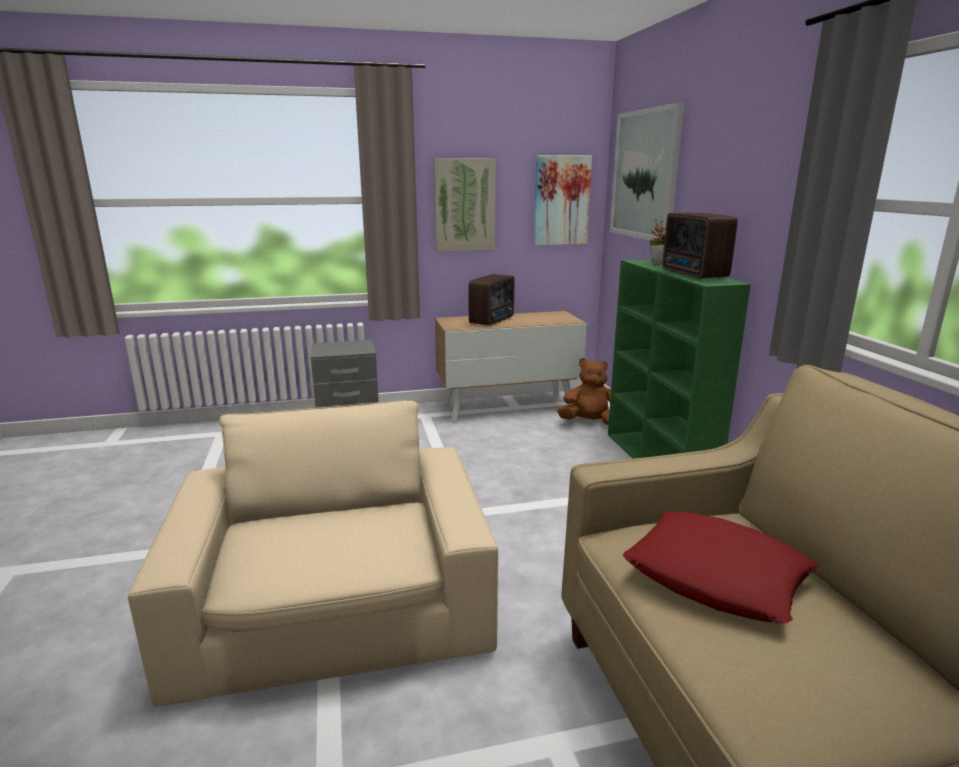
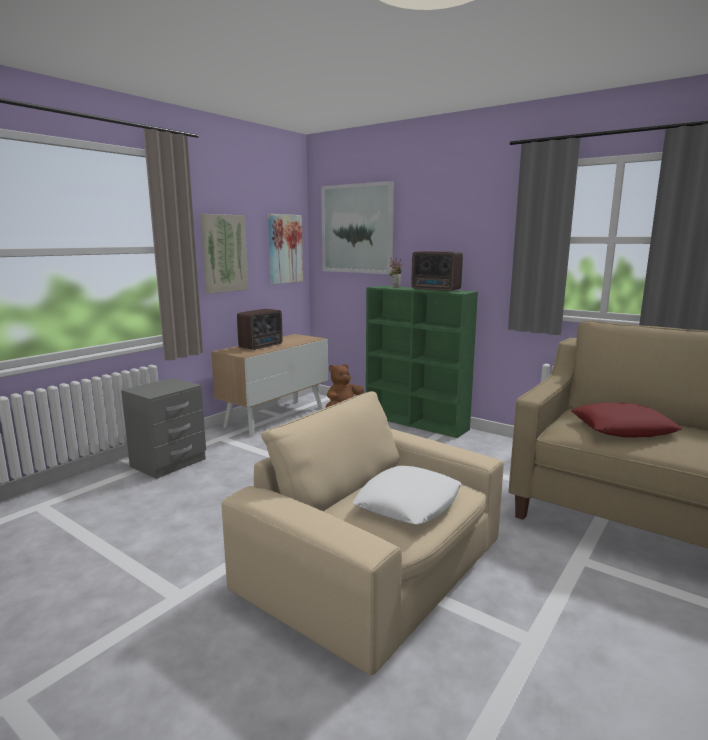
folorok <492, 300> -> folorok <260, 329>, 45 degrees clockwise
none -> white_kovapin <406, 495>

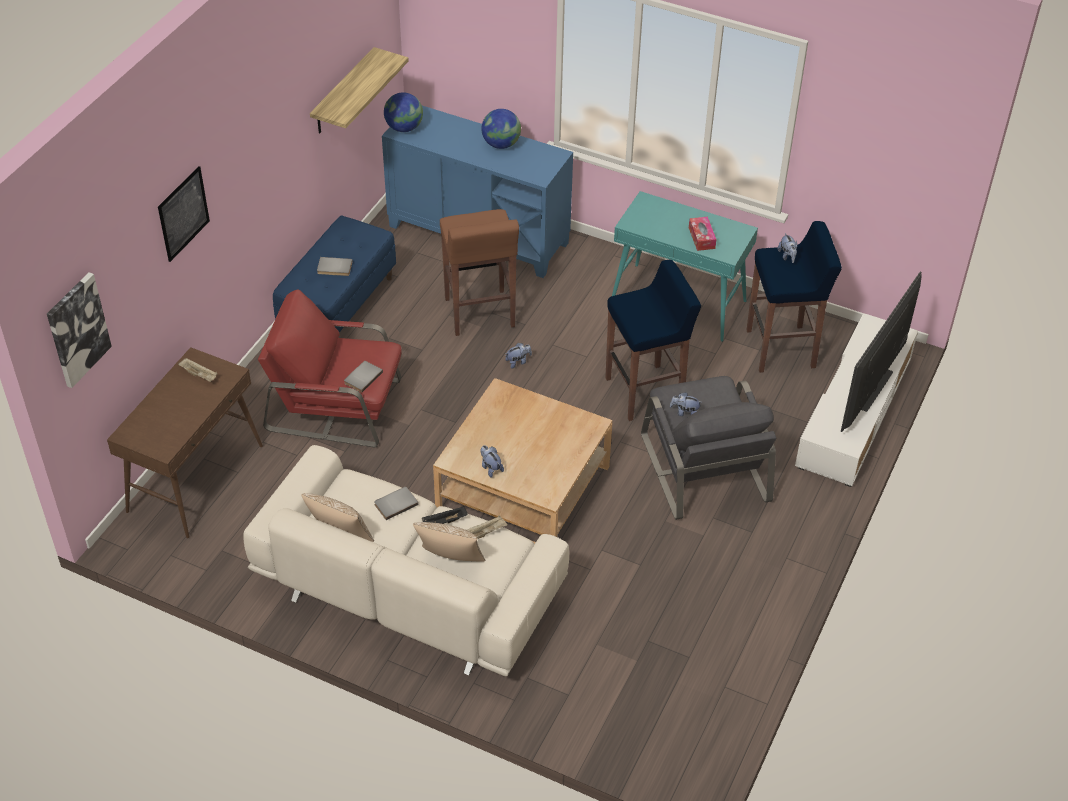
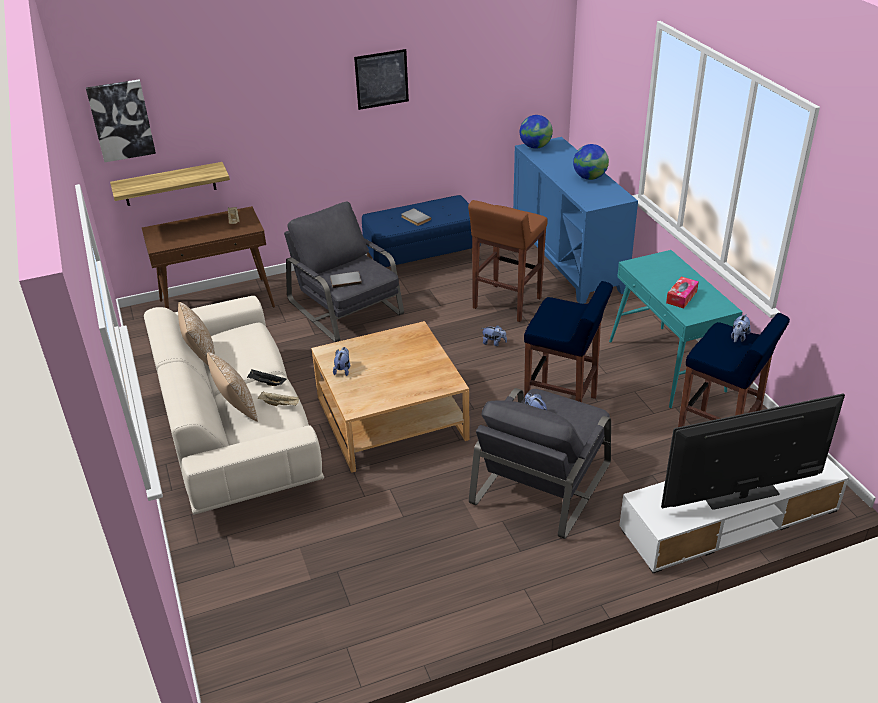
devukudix <184, 214> -> devukudix <381, 79>, relocated
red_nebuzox <330, 368> -> grey_nebuzox <344, 272>
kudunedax <359, 90> -> kudunedax <170, 184>, relocated
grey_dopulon <396, 503> -> none

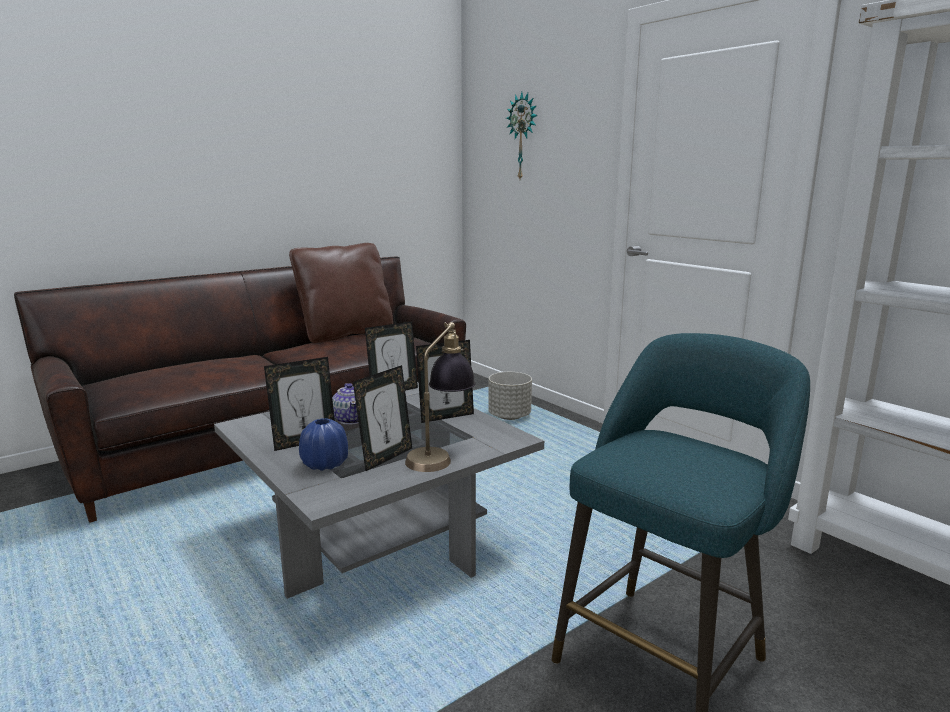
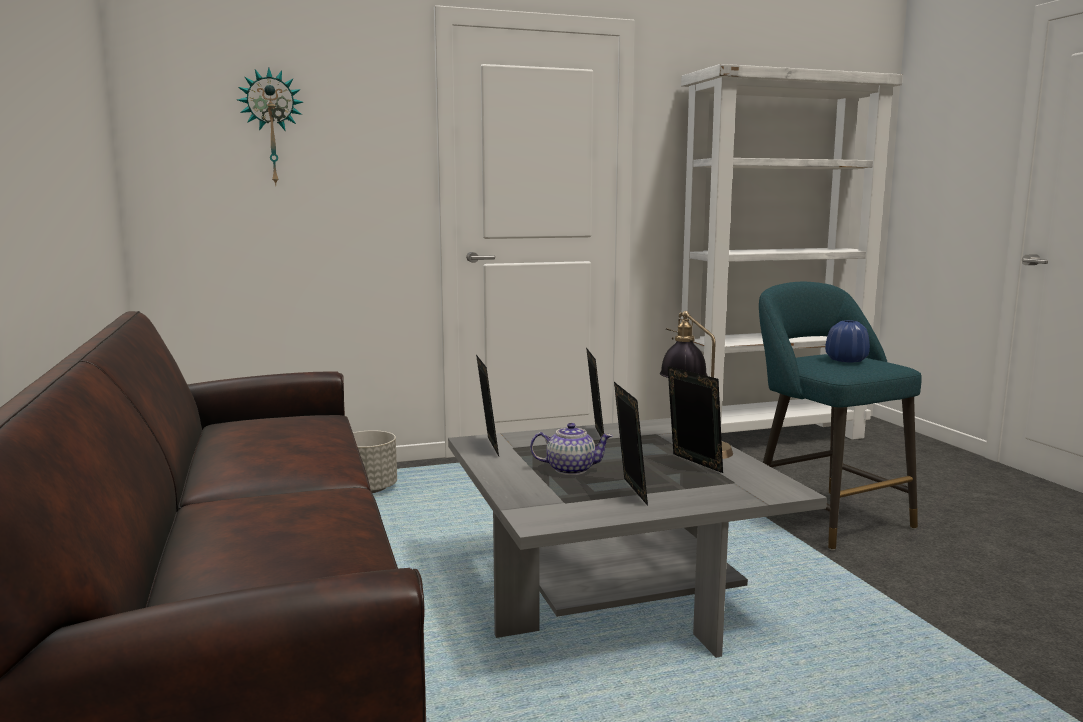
brown_kovapin <341, 293> -> none
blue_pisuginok <323, 444> -> blue_pisuginok <847, 341>, relocated

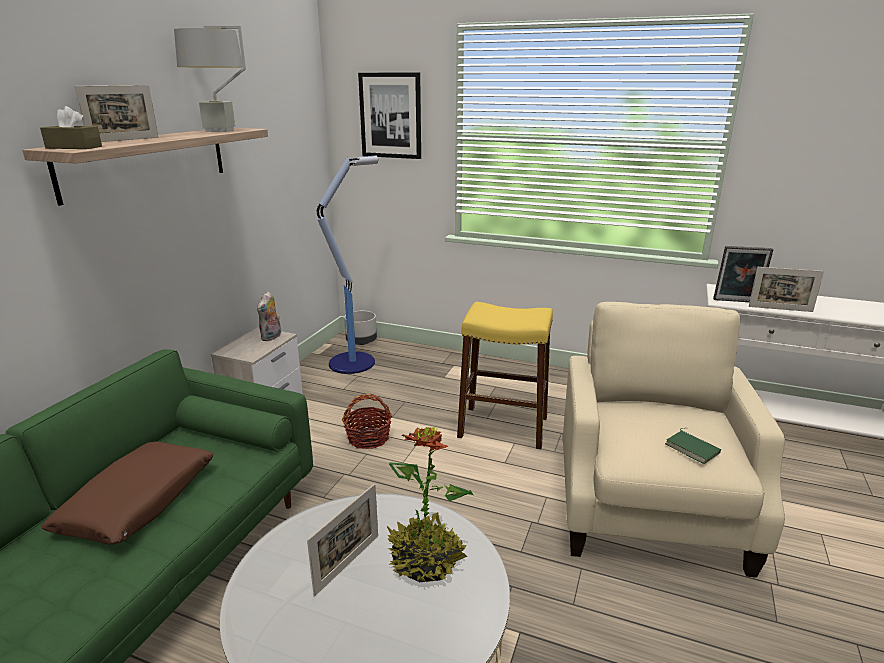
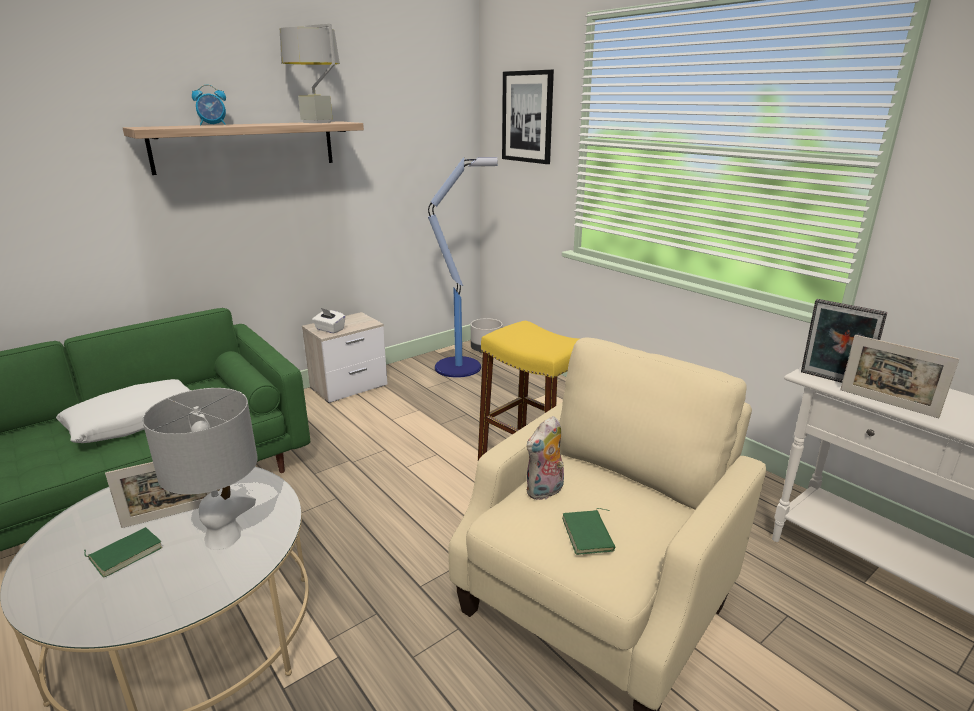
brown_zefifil <71, 127> -> none
brown_kovapin <128, 493> -> white_kovapin <123, 411>
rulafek <116, 113> -> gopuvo <209, 104>
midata <269, 316> -> midata <545, 458>, relocated
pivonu <367, 421> -> none
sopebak <430, 504> -> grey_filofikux <200, 468>
none -> green_dopulon <123, 552>
none -> white_zefifil <329, 321>

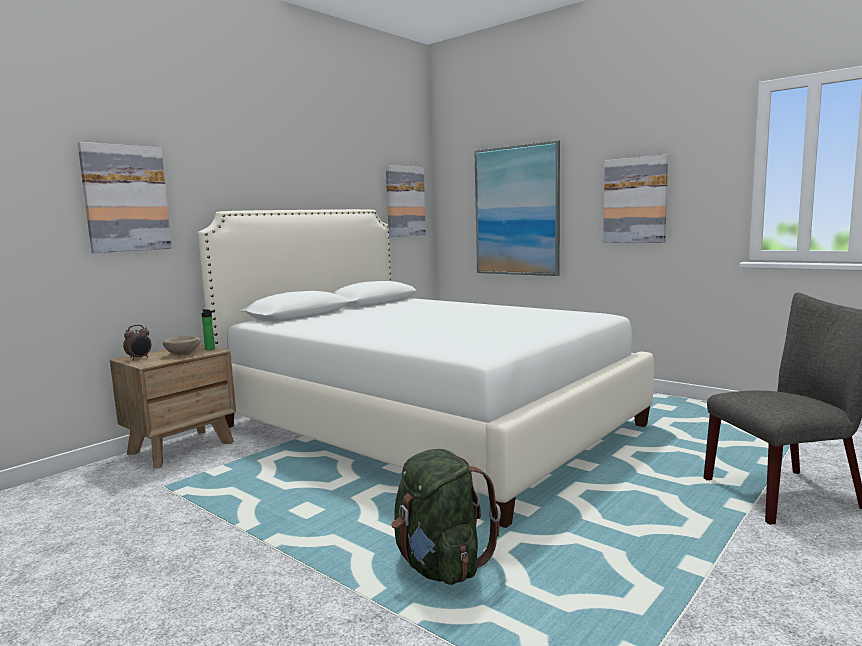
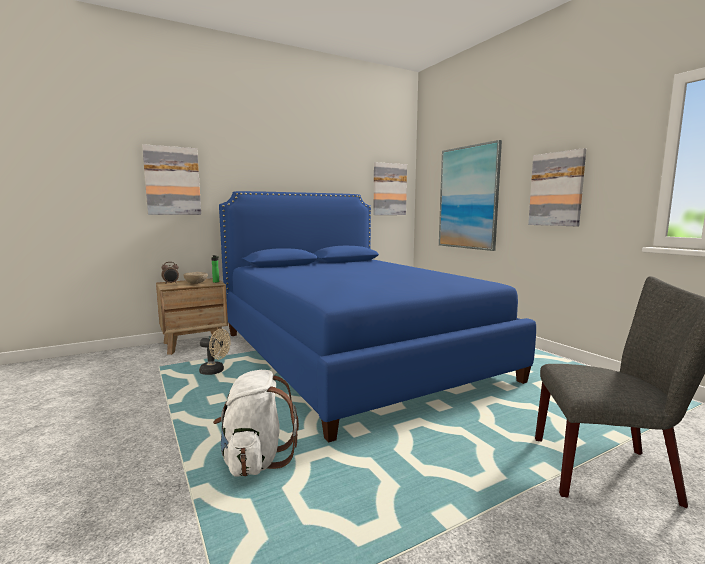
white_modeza <425, 368> -> blue_modeza <377, 317>
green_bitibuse <446, 517> -> white_bitibuse <256, 423>
none -> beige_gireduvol <215, 352>

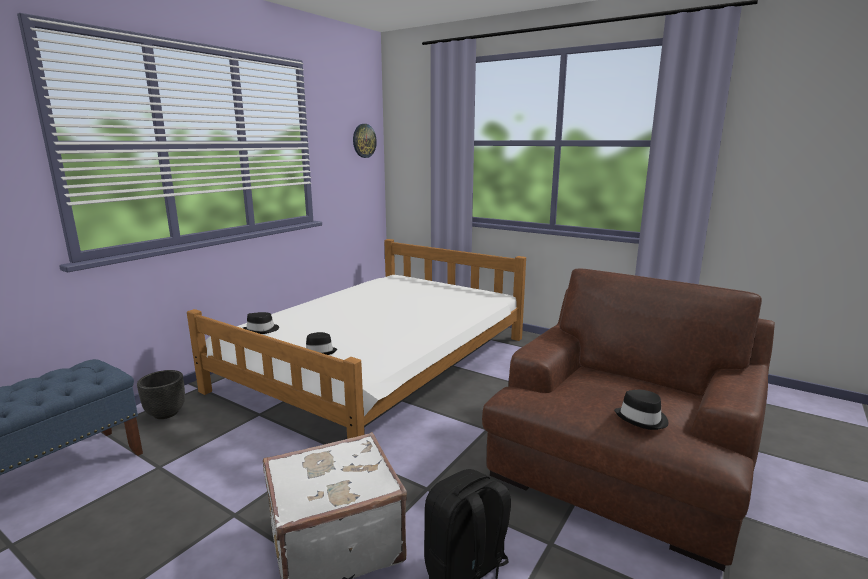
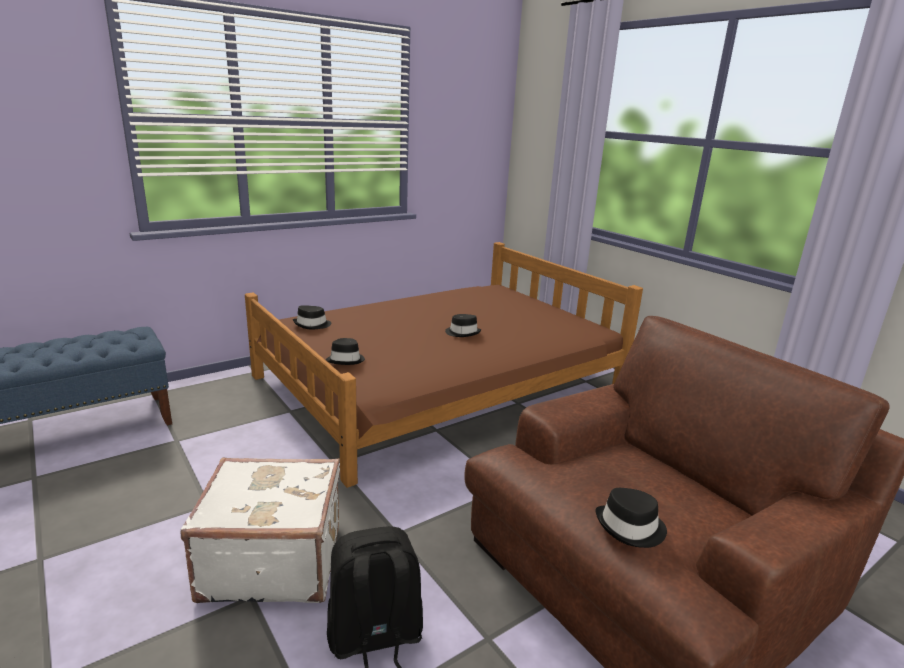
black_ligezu <161, 394> -> none
white_modeza <356, 339> -> brown_modeza <444, 365>
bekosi <365, 141> -> none
none -> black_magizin <463, 325>

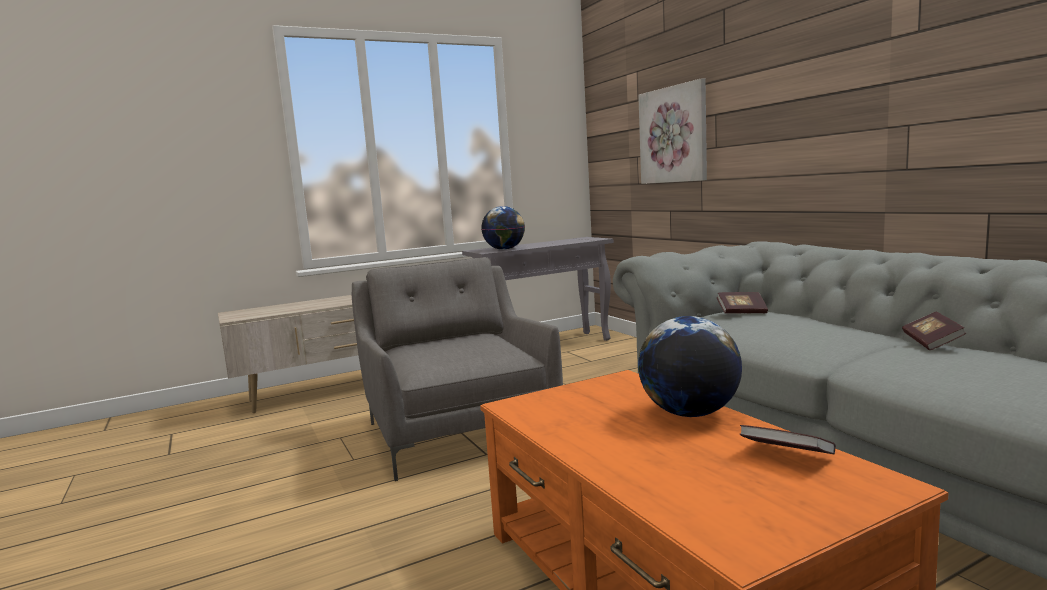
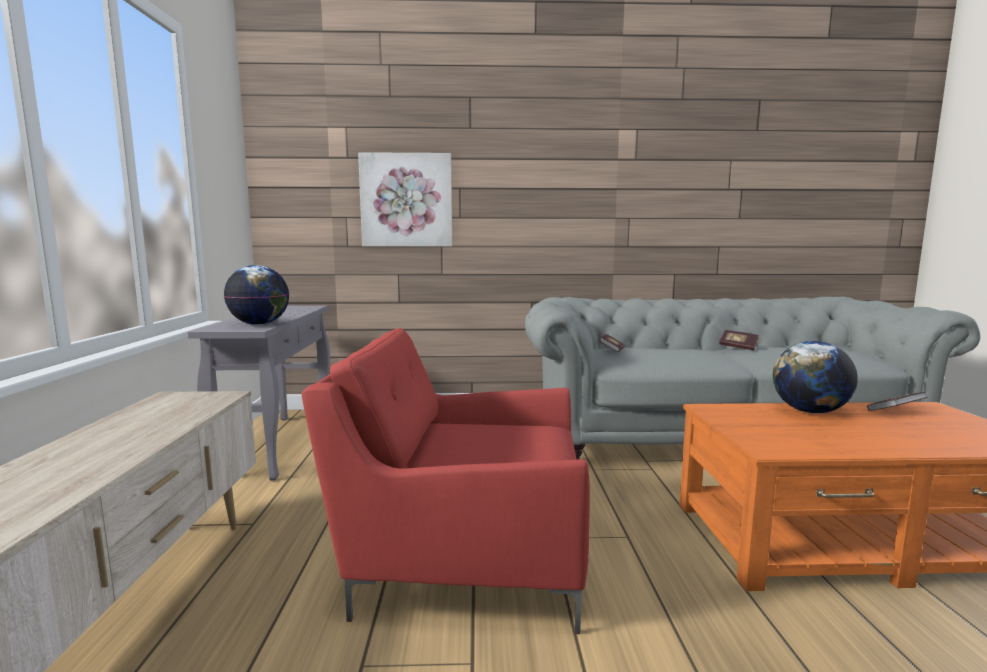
grey_nebuzox <457, 369> -> red_nebuzox <446, 481>

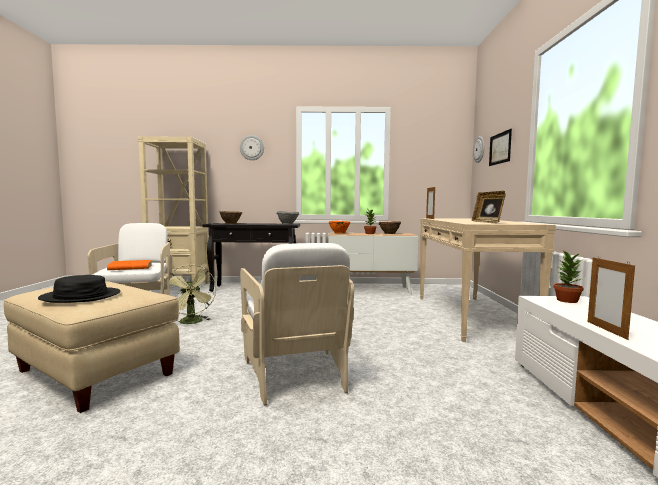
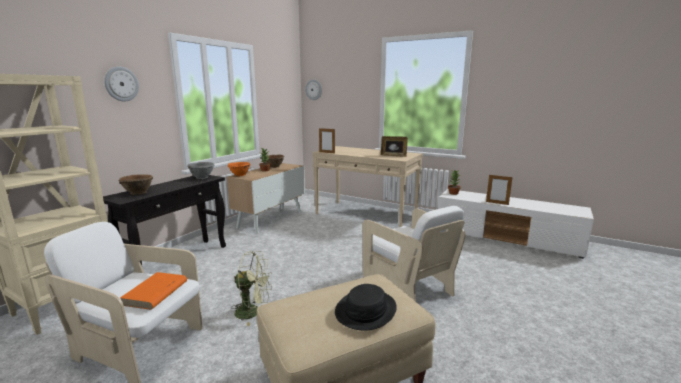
white_nebuzox <297, 324> -> white_nebuzox <414, 253>, 45 degrees clockwise
devukudix <500, 147> -> none

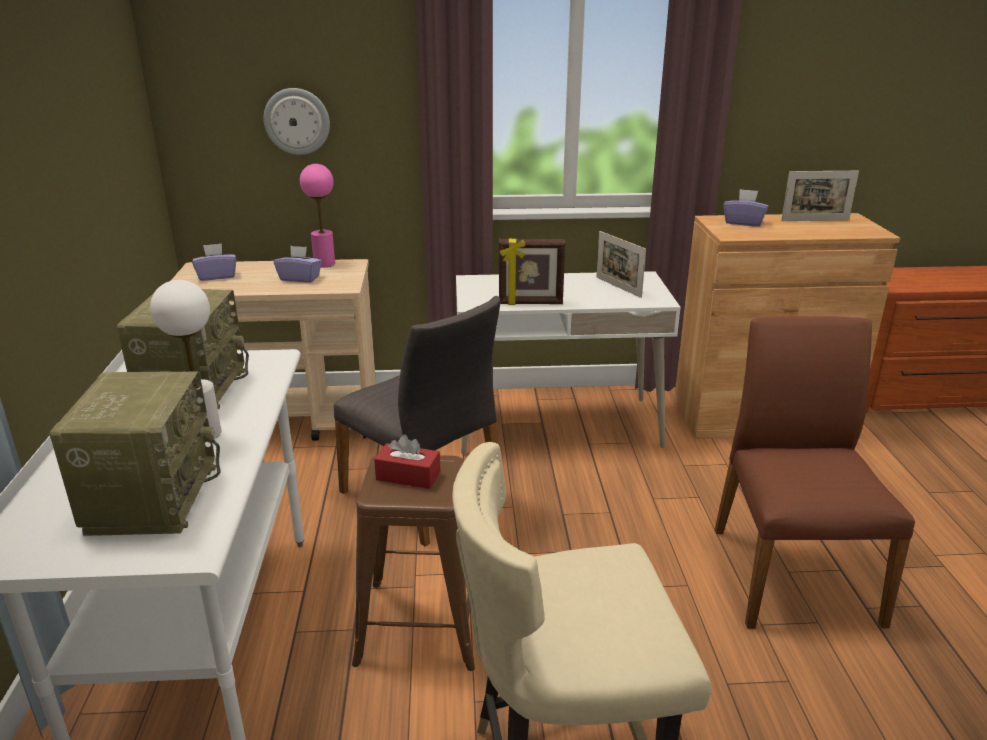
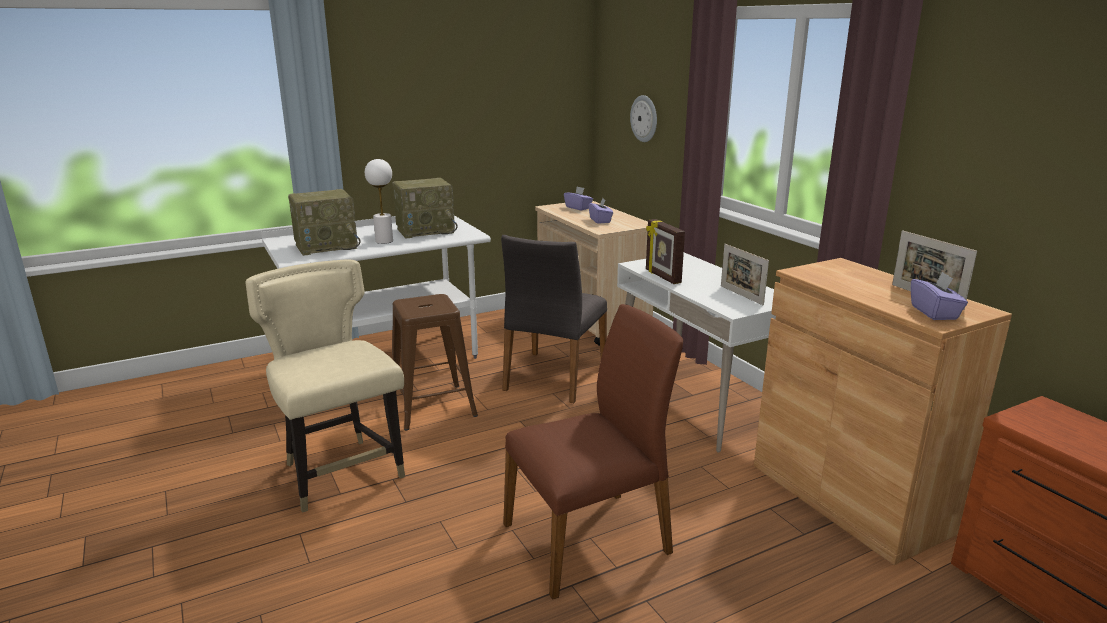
pink_filofikux <317, 216> -> none
red_zefifil <407, 462> -> none
rulafek <621, 264> -> rulafek <745, 274>, 60 degrees counterclockwise
purple_zefifil <745, 208> -> purple_zefifil <939, 295>, relocated

